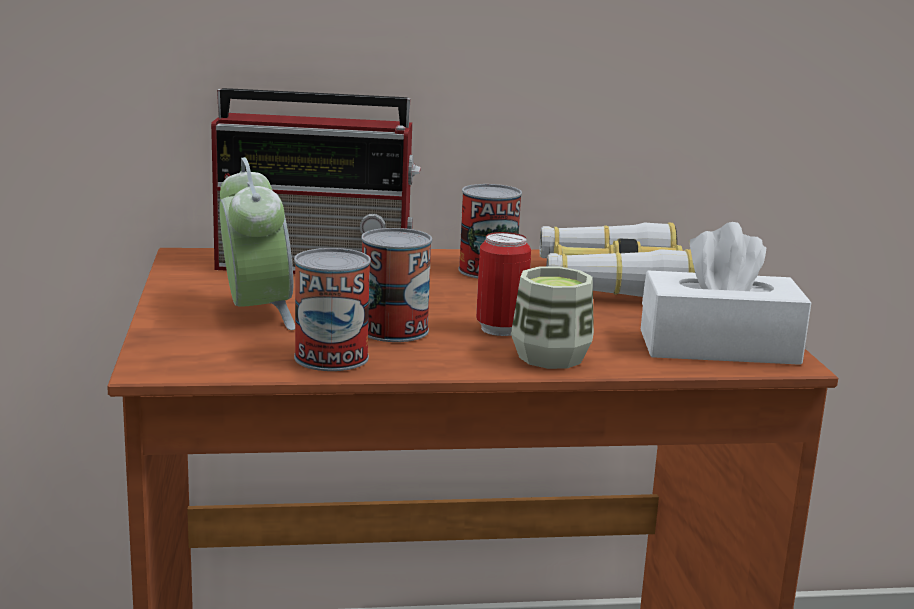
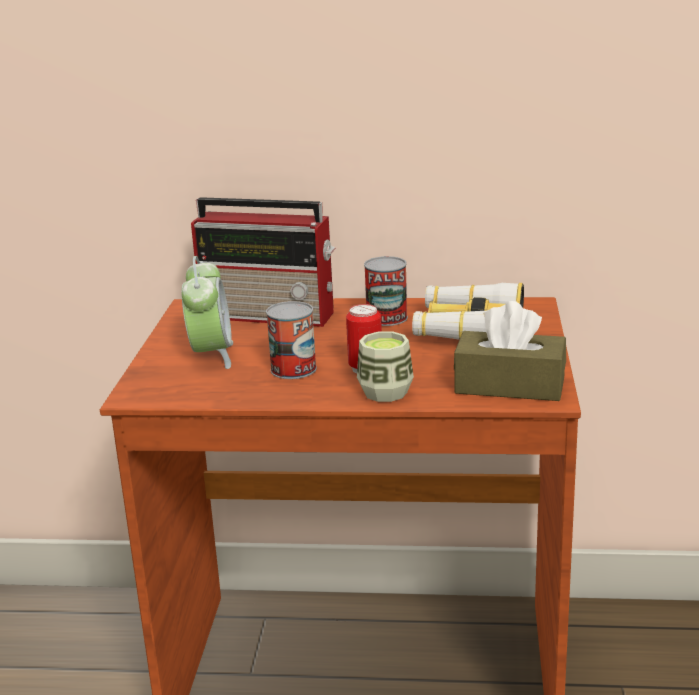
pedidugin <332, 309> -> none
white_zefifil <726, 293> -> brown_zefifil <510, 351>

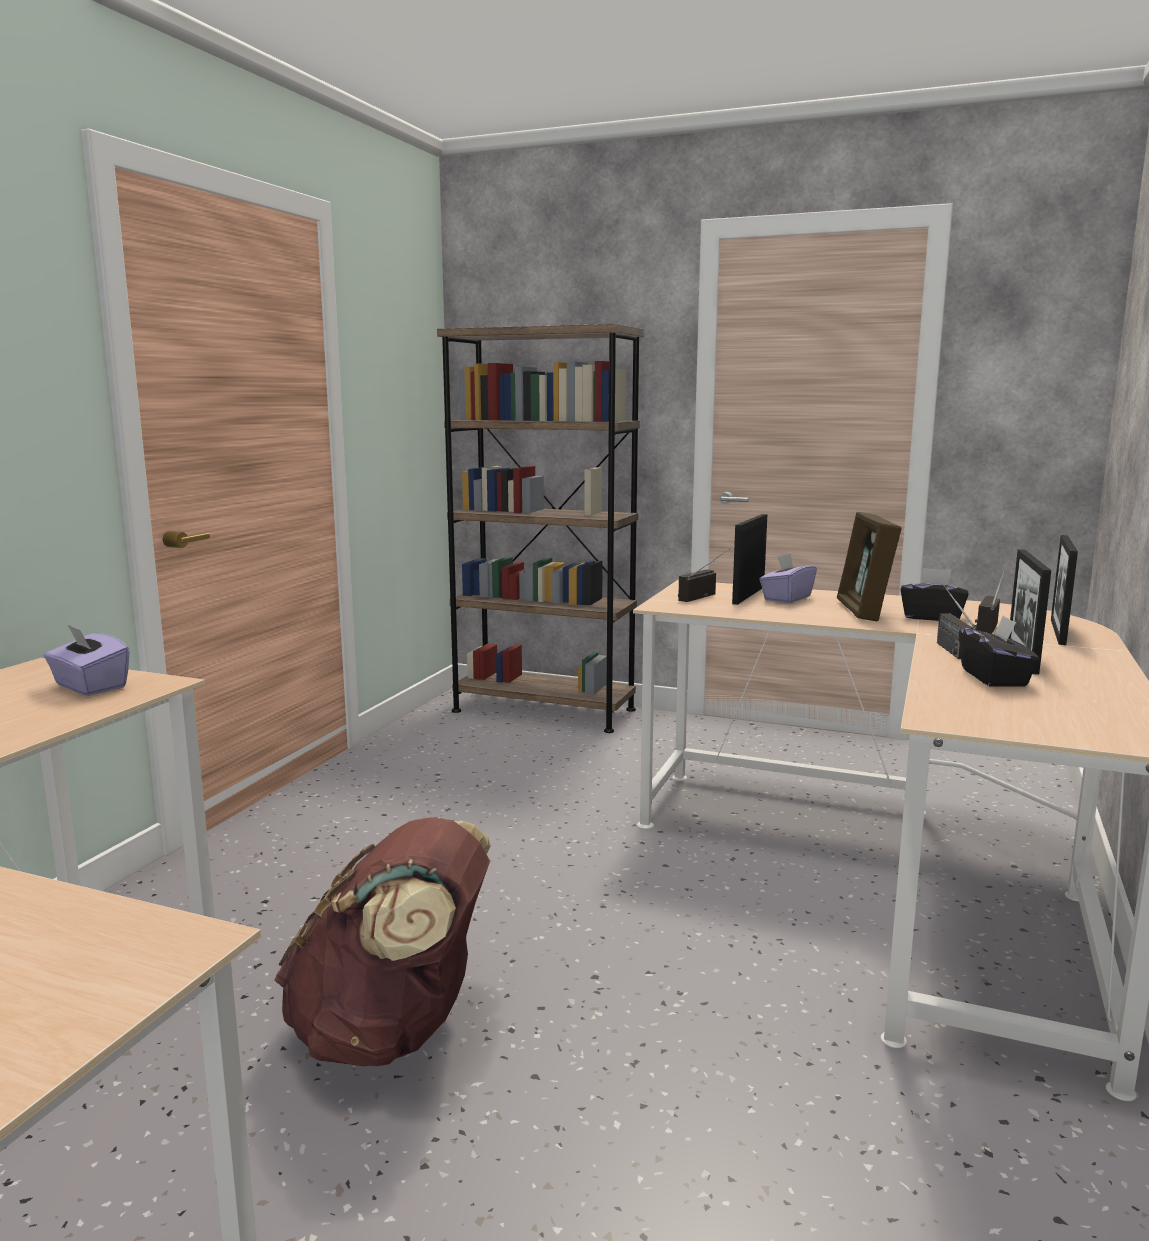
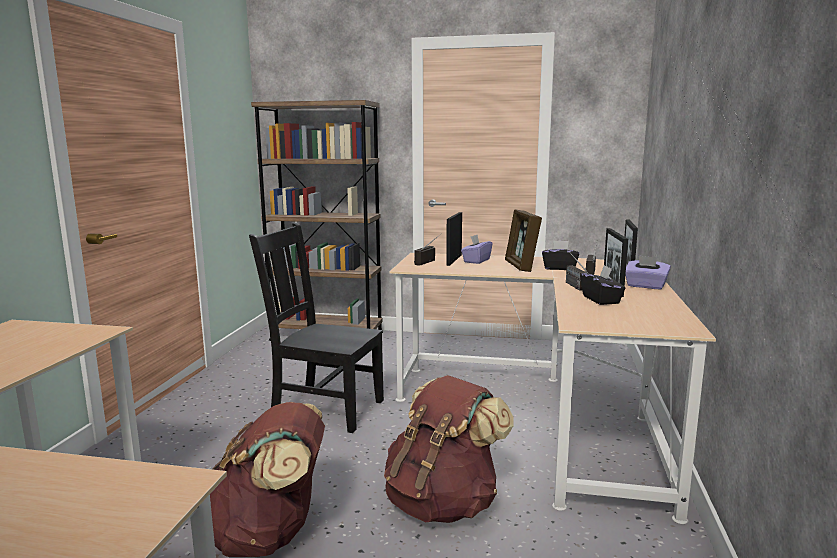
purple_zefifil <87, 660> -> purple_zefifil <648, 272>, relocated
none -> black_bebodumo <316, 328>
none -> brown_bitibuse <448, 449>

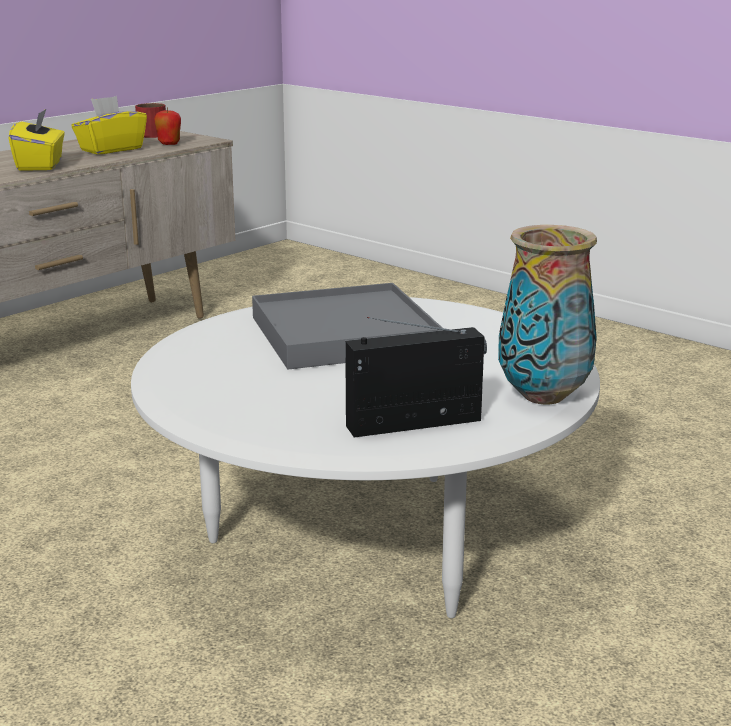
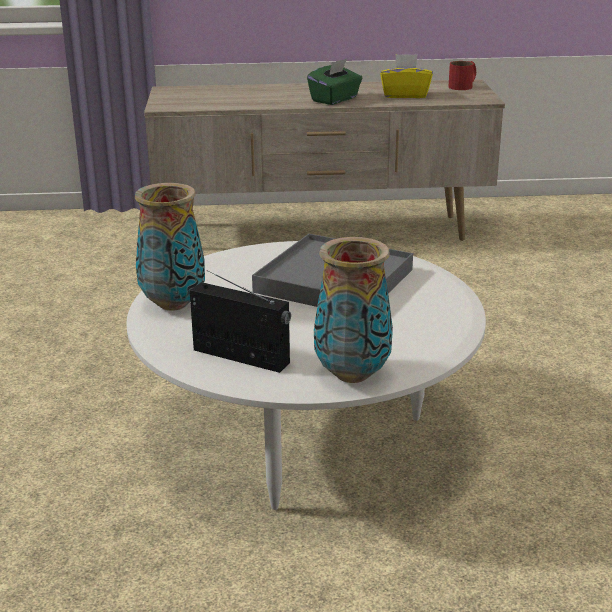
yellow_zefifil <37, 139> -> green_zefifil <334, 82>
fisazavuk <167, 126> -> none
none -> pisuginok <170, 247>

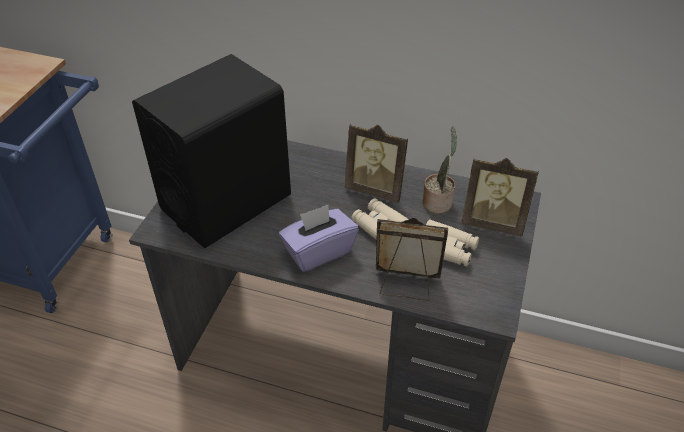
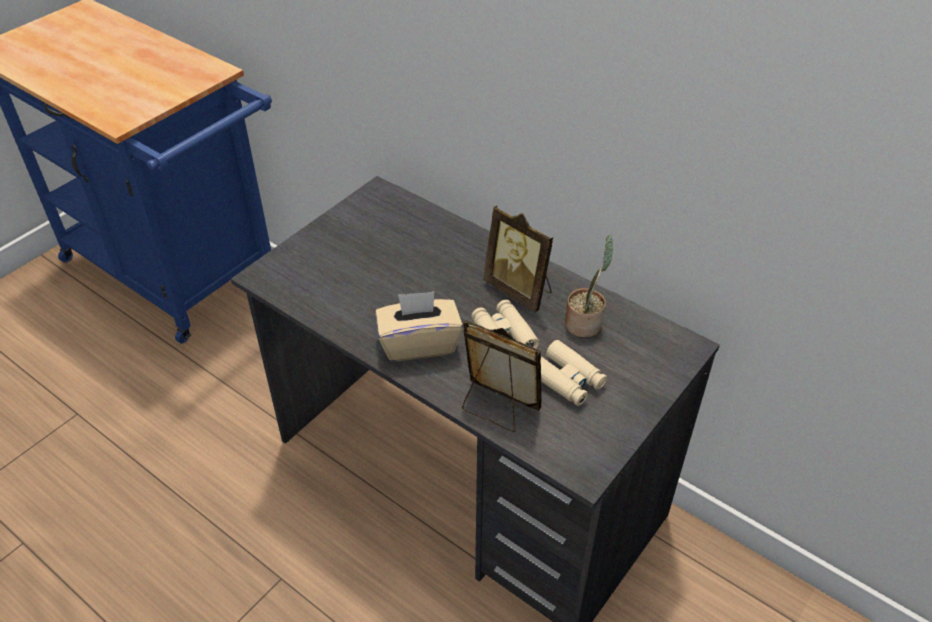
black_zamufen <211, 151> -> none
purple_zefifil <319, 238> -> beige_zefifil <419, 326>
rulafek <500, 197> -> none

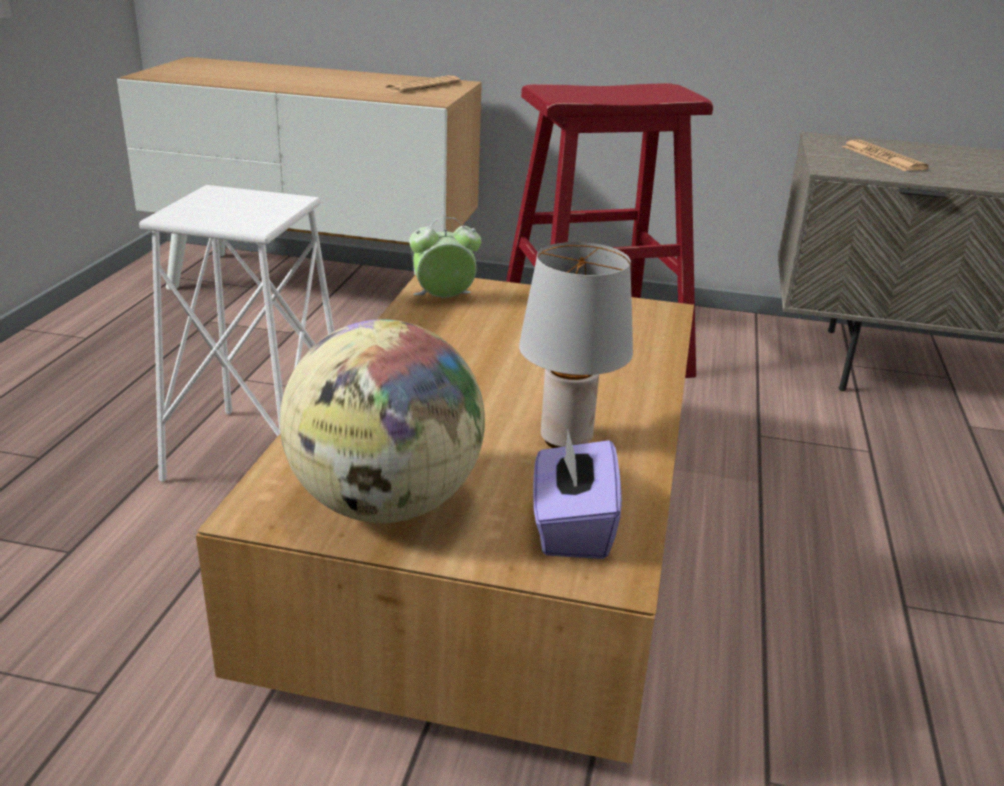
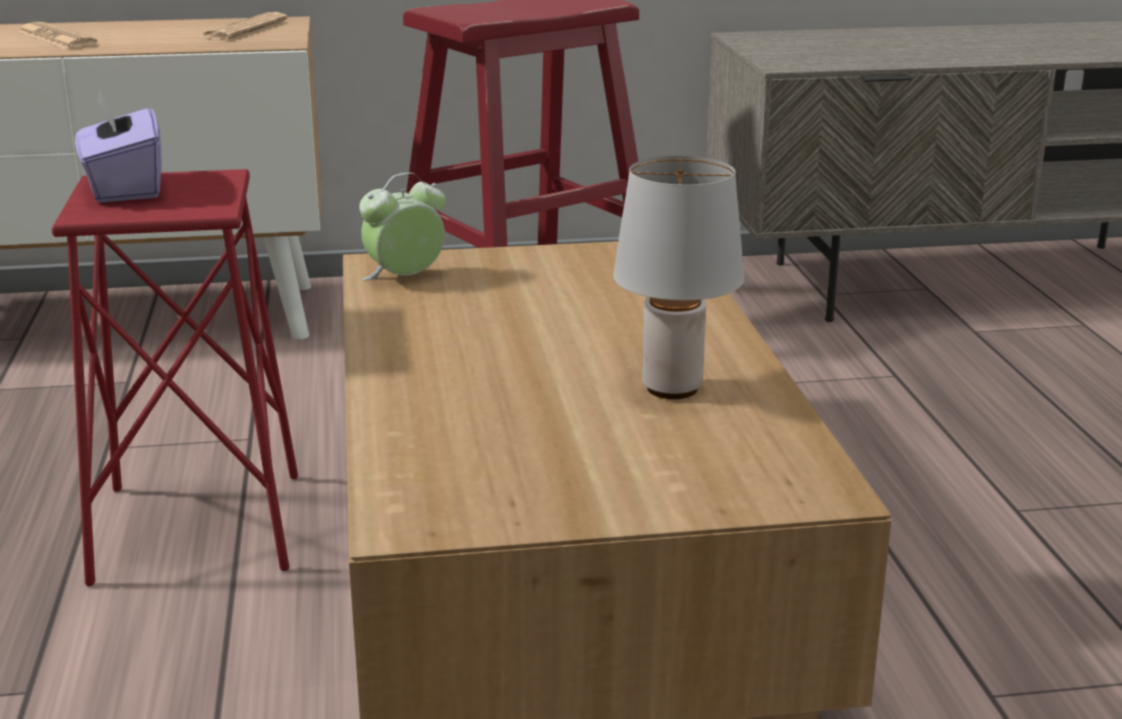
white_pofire <236, 333> -> red_pofire <174, 377>
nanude <382, 421> -> none
purple_zefifil <577, 495> -> purple_zefifil <118, 146>, relocated
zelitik <885, 155> -> zelitik <56, 35>, relocated

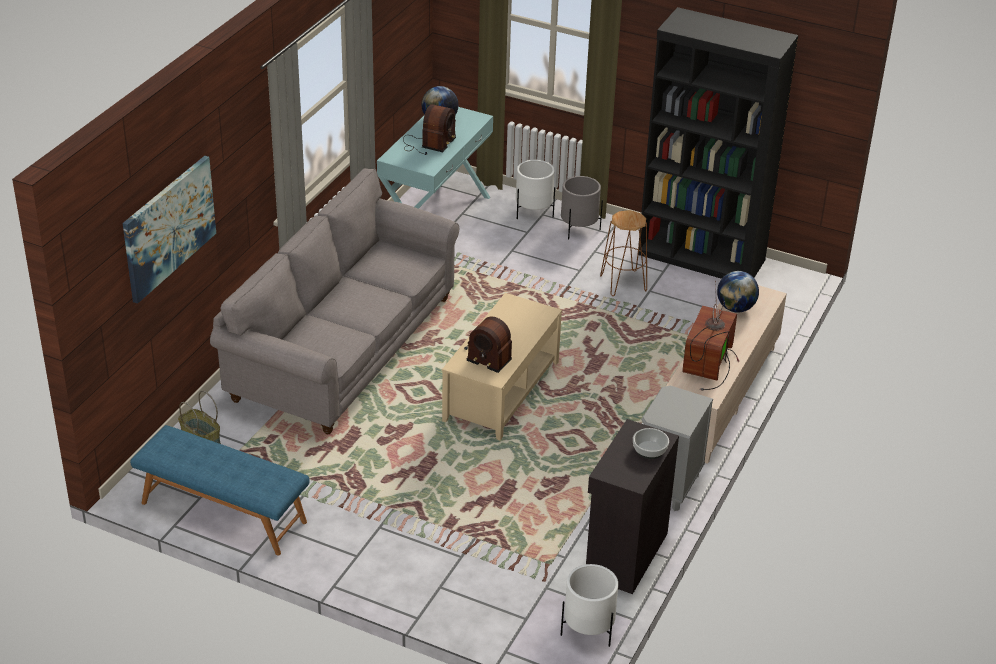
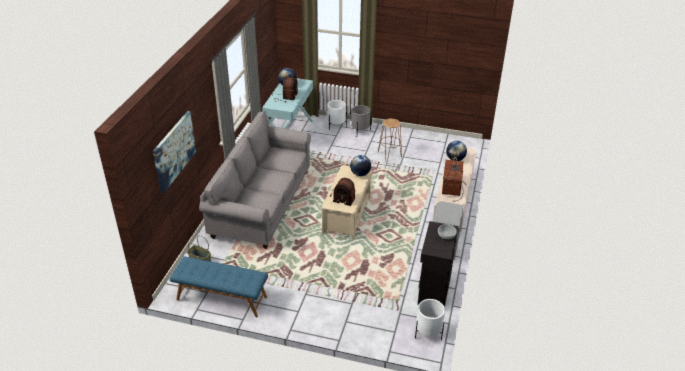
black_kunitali <718, 143> -> none
none -> nanude <360, 165>

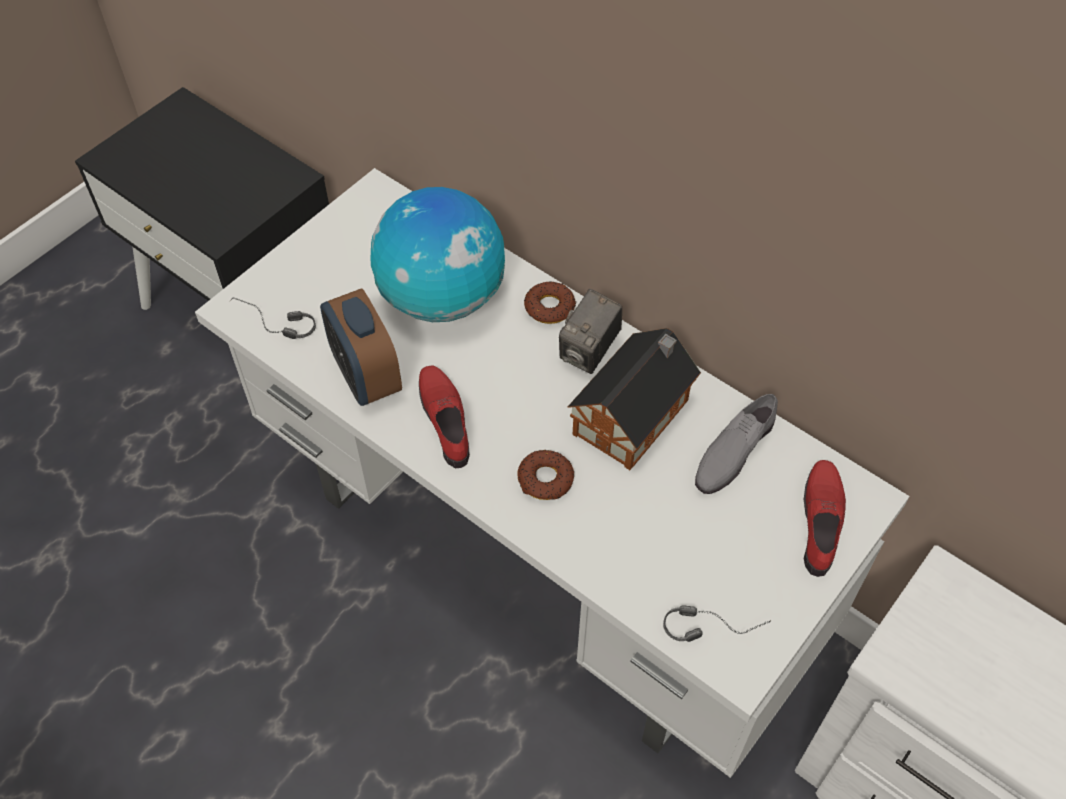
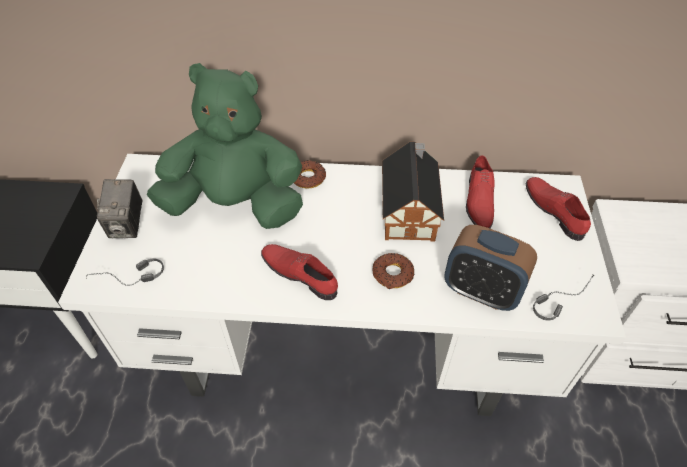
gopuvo <361, 347> -> gopuvo <490, 268>, relocated
nanude <438, 254> -> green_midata <225, 146>
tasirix <590, 331> -> tasirix <120, 208>, relocated
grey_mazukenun <736, 443> -> red_mazukenun <480, 192>

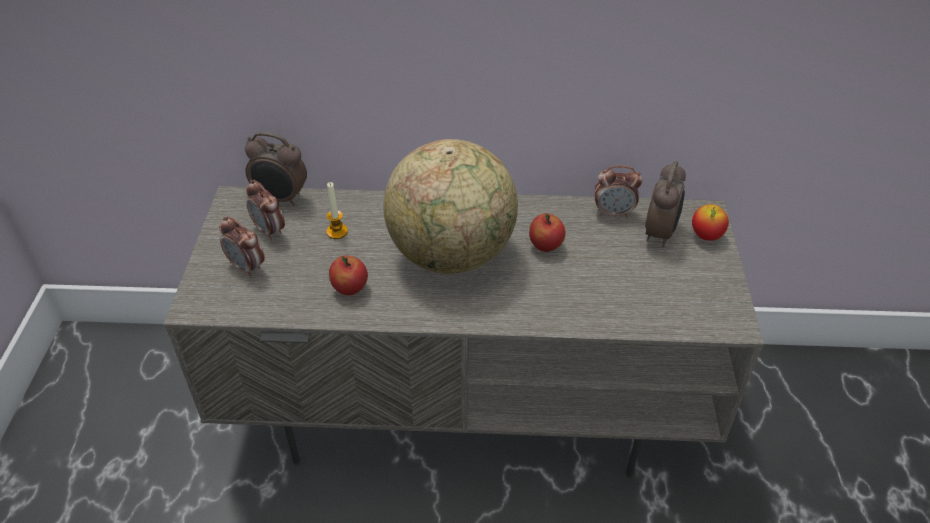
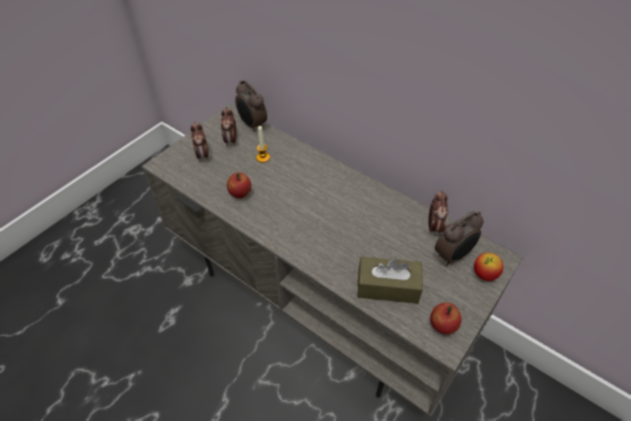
nanude <450, 206> -> none
fisazavuk <547, 232> -> fisazavuk <445, 318>, relocated
gopuvo <618, 191> -> gopuvo <438, 213>, 120 degrees counterclockwise
none -> brown_zefifil <390, 280>

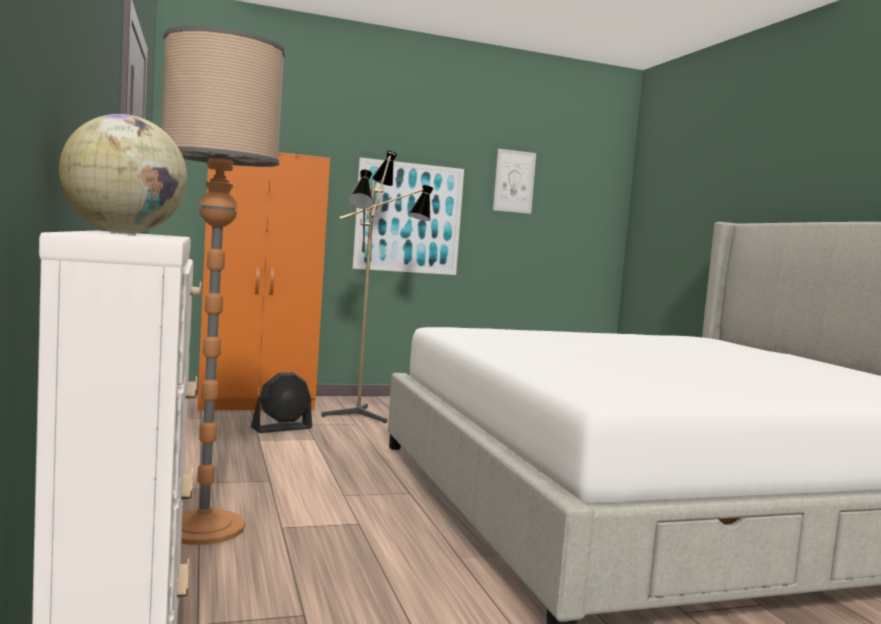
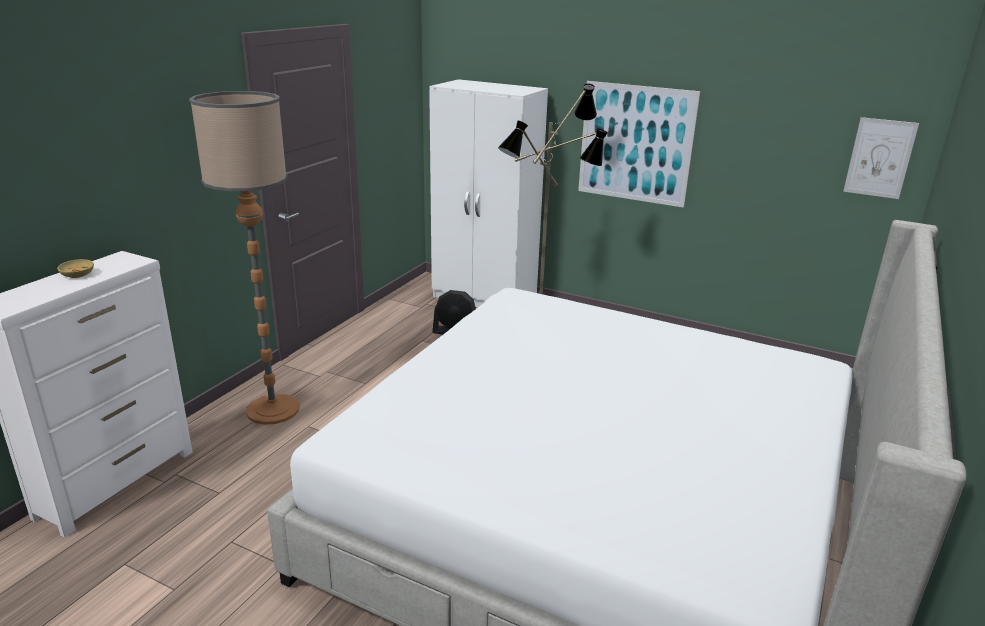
nanude <123, 173> -> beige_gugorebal <75, 268>
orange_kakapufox <263, 281> -> white_kakapufox <488, 193>
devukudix <514, 181> -> devukudix <881, 158>, relocated

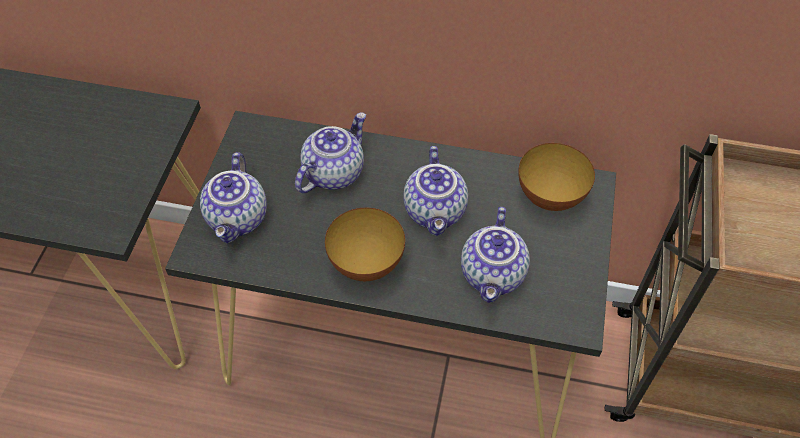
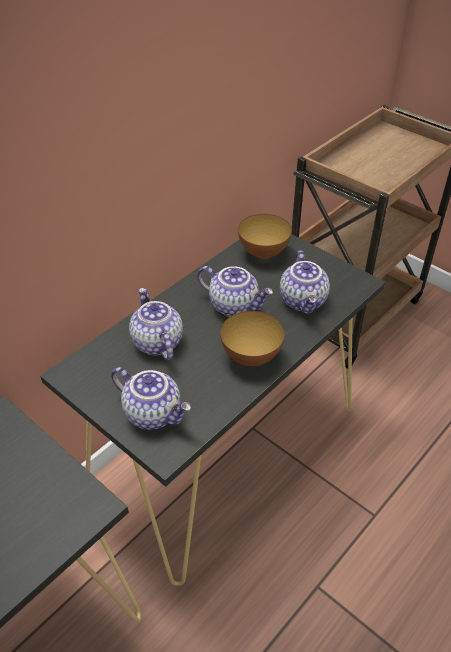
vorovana <495, 255> -> vorovana <305, 282>, 45 degrees clockwise

